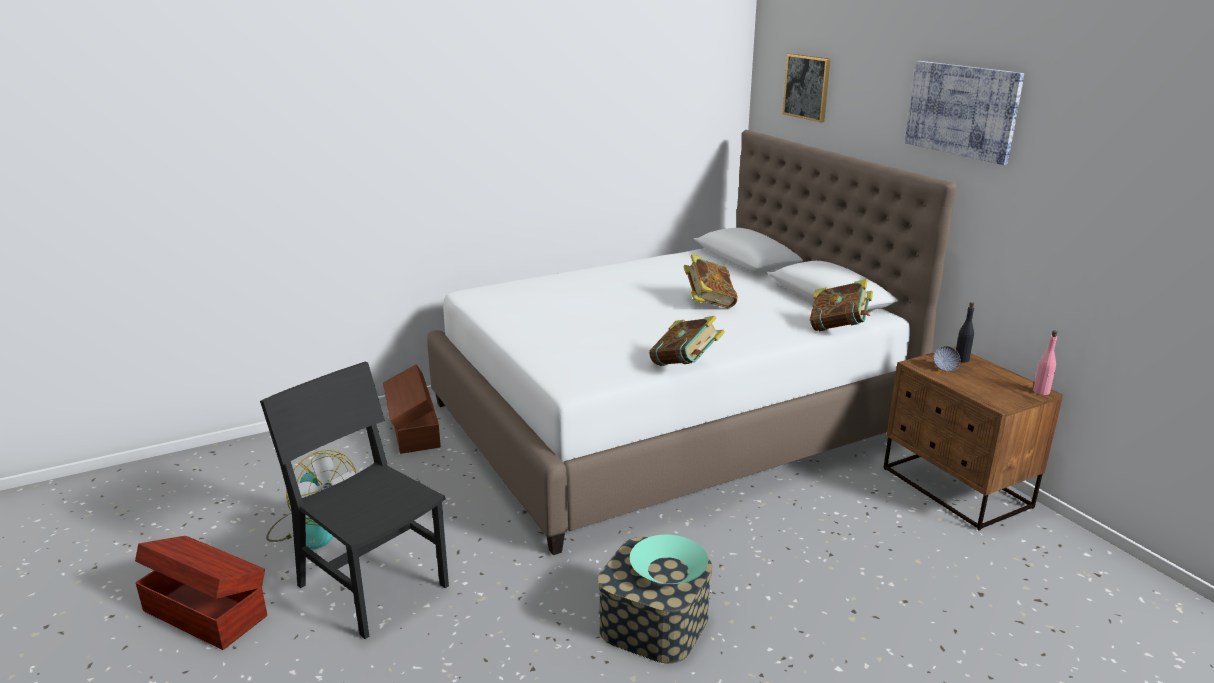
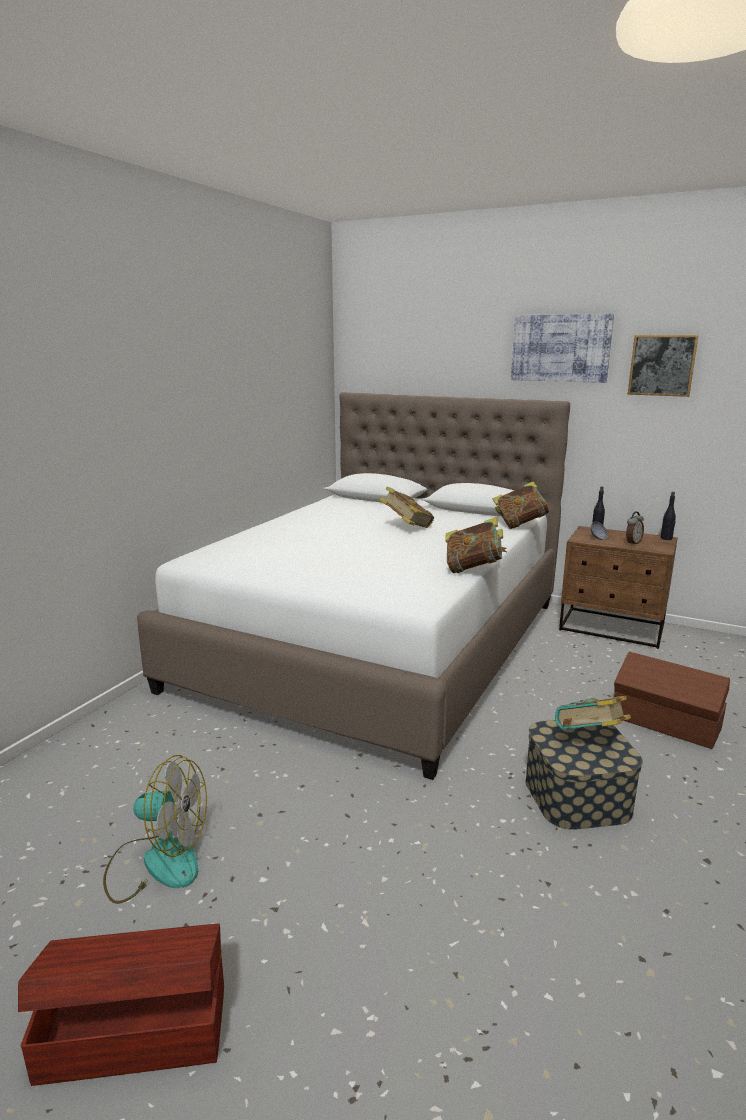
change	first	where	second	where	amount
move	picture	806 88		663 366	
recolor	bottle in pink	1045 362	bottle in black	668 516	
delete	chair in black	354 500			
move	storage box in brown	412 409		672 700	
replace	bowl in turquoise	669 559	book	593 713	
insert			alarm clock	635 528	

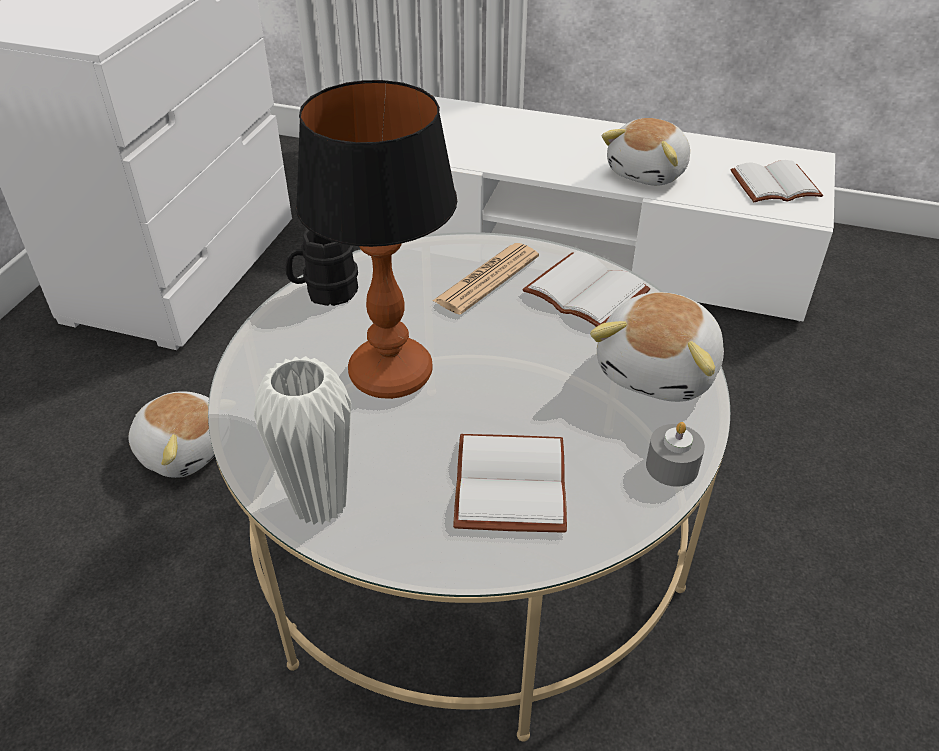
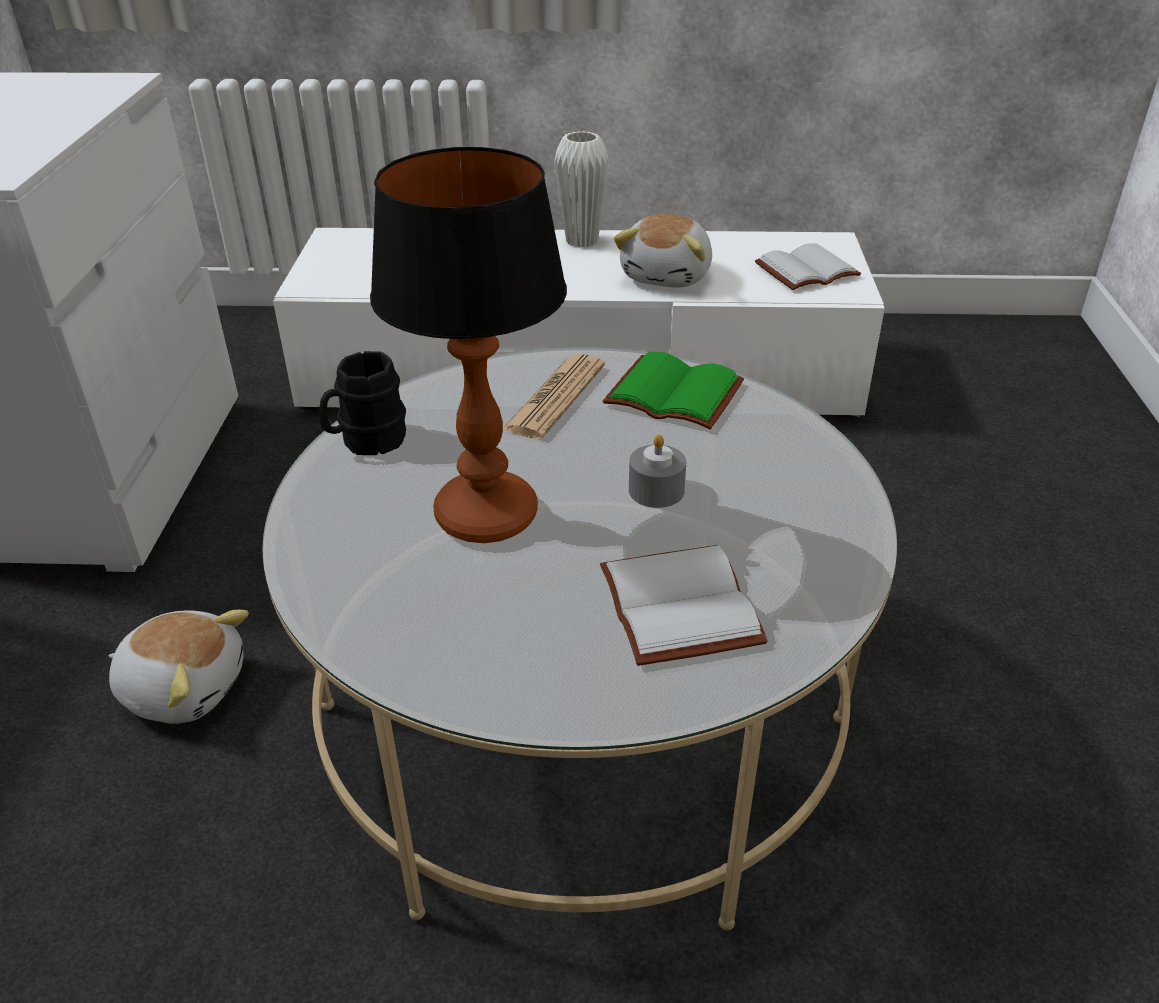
change	first	where	second	where	amount
recolor	book in white	586 289	book in green	673 390	
delete	plush toy	657 347			
move	vase in white	302 440		581 189	
move	candle in grey	675 454		657 471	

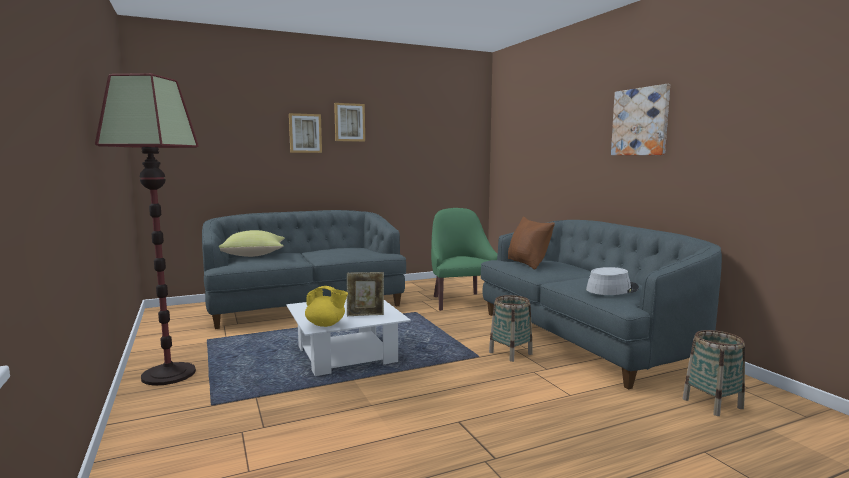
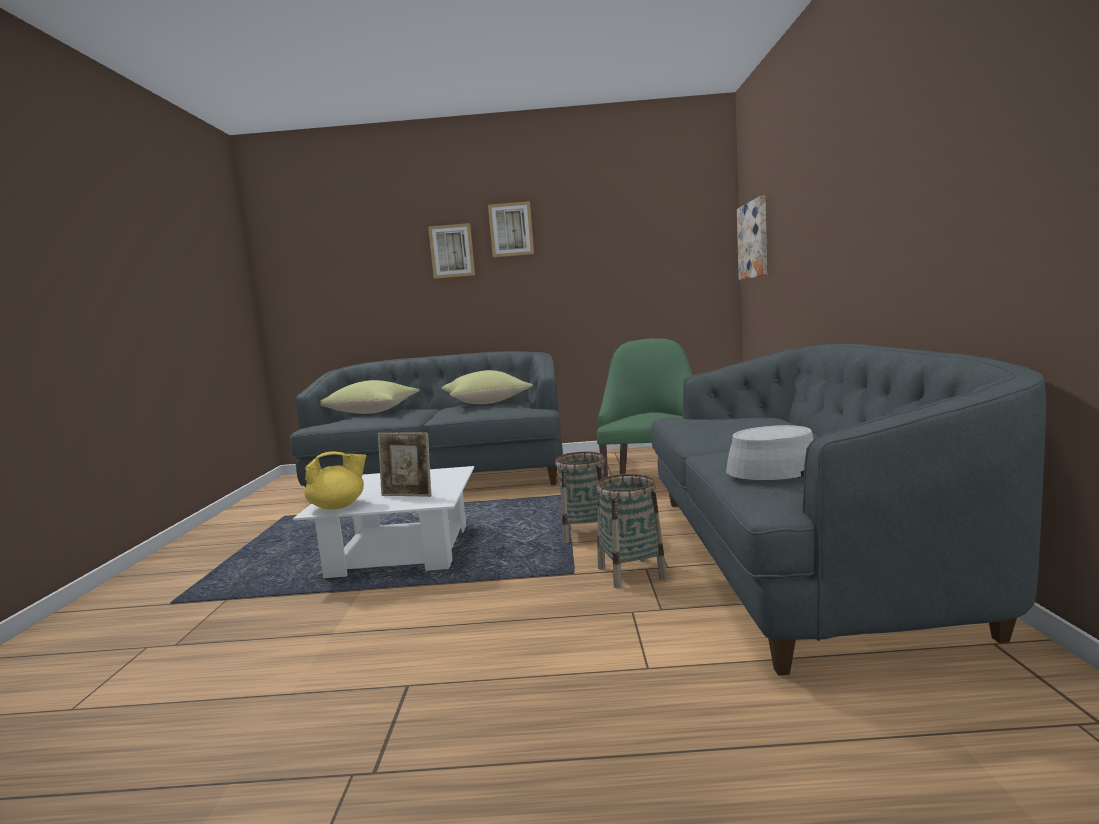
change	first	where	second	where	amount
delete	floor lamp	147 229			
move	picture	640 119		752 238	
delete	pillow in brown	531 243			
rotate	teapot in yellow	326 306		335 481	60 degrees counterclockwise
move	basket	714 373		580 497	
insert			pillow in yellow	487 387	

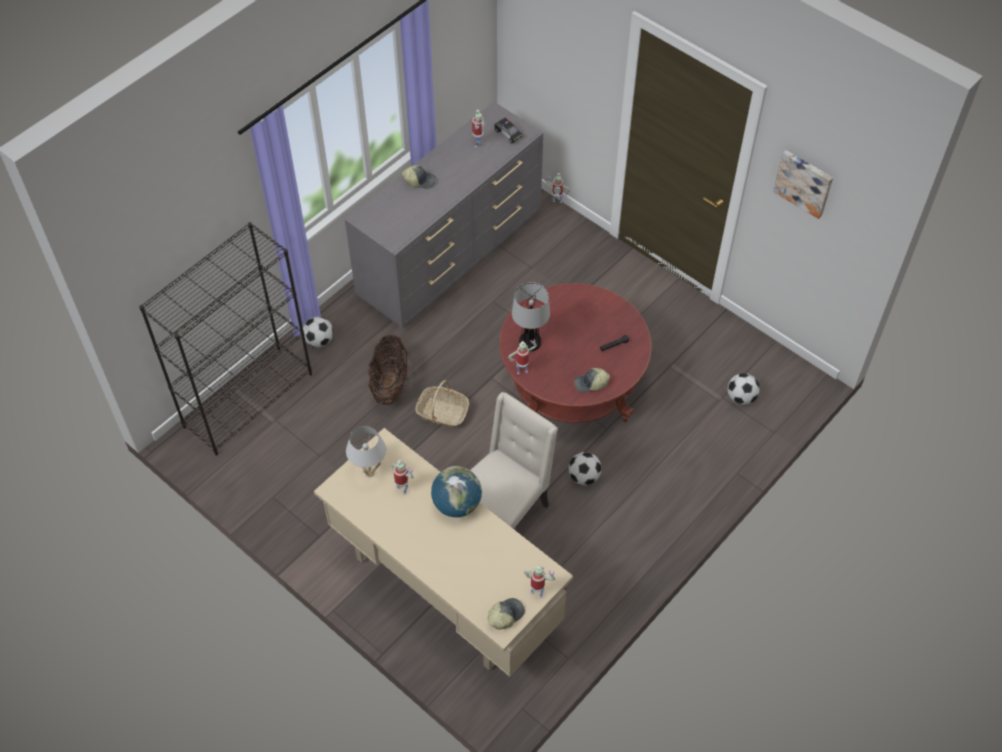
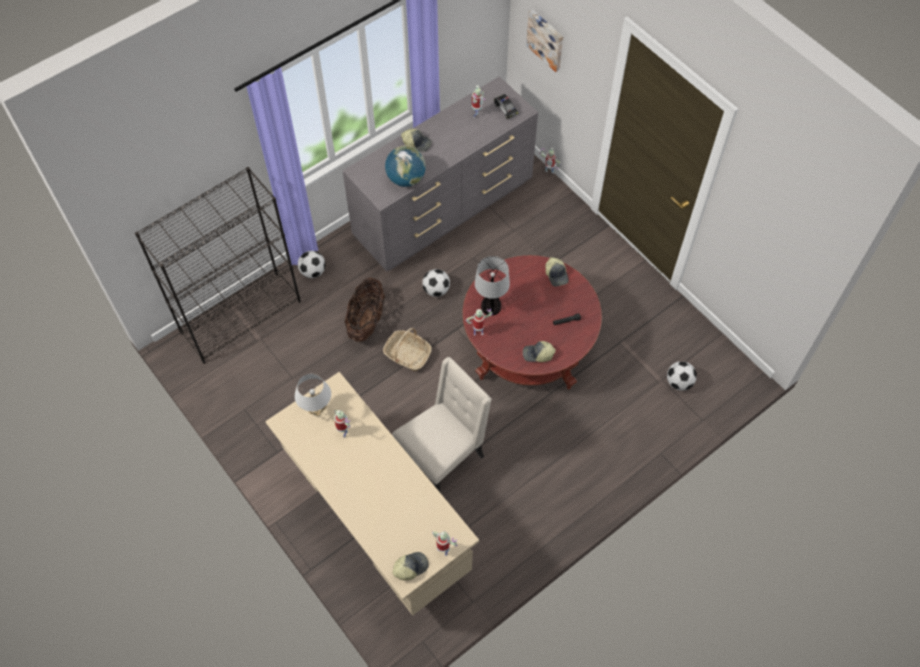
change	first	where	second	where	amount
move	picture	803 184		544 40	
move	football	585 468		436 283	
move	globe	456 491		405 166	
insert			cap	557 272	

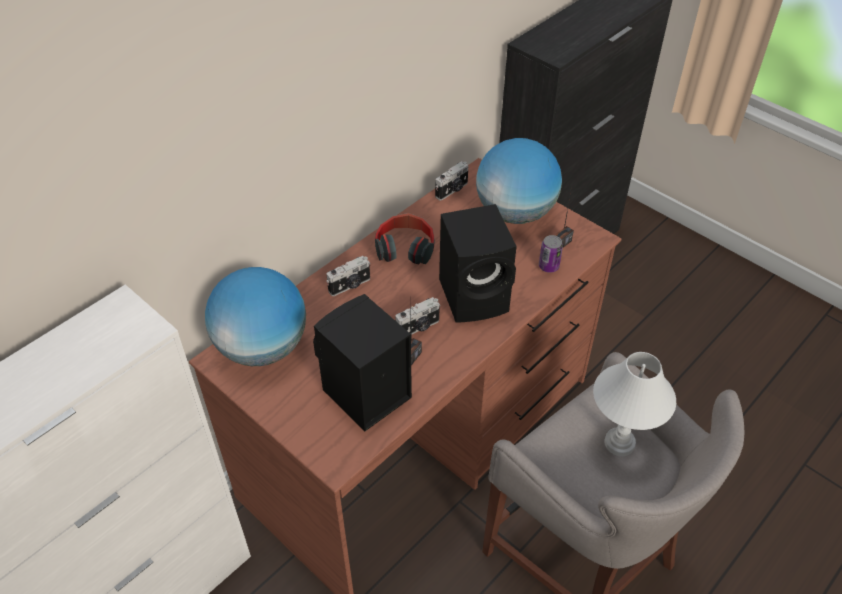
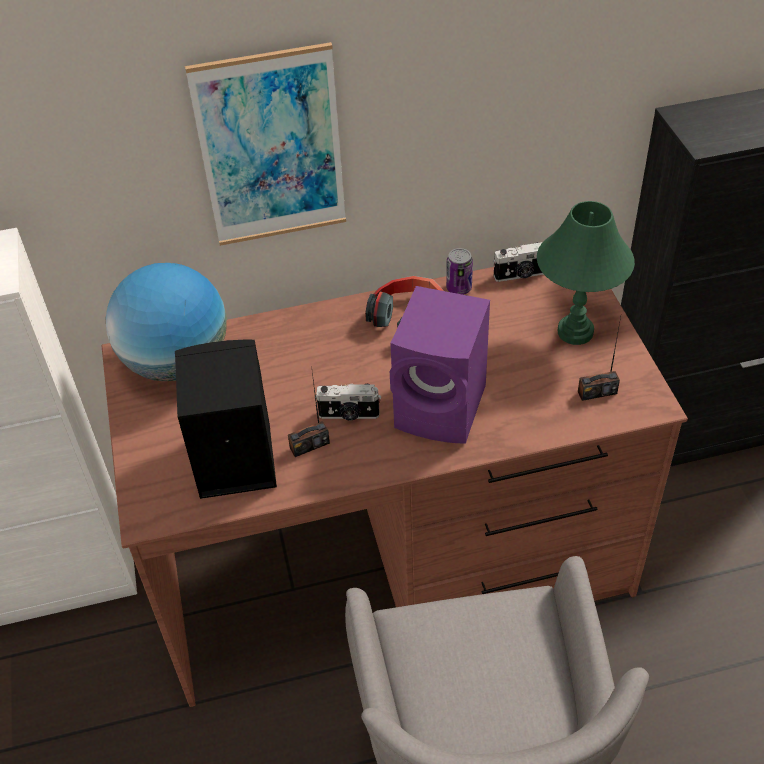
change	first	where	second	where	amount
replace	globe	519 181	table lamp in green	586 273	
recolor	speaker in black	478 263	speaker in purple	440 365	
move	can	551 254		459 271	
delete	photo camera	348 276			
delete	table lamp in white	634 404			
insert			picture	265 144	

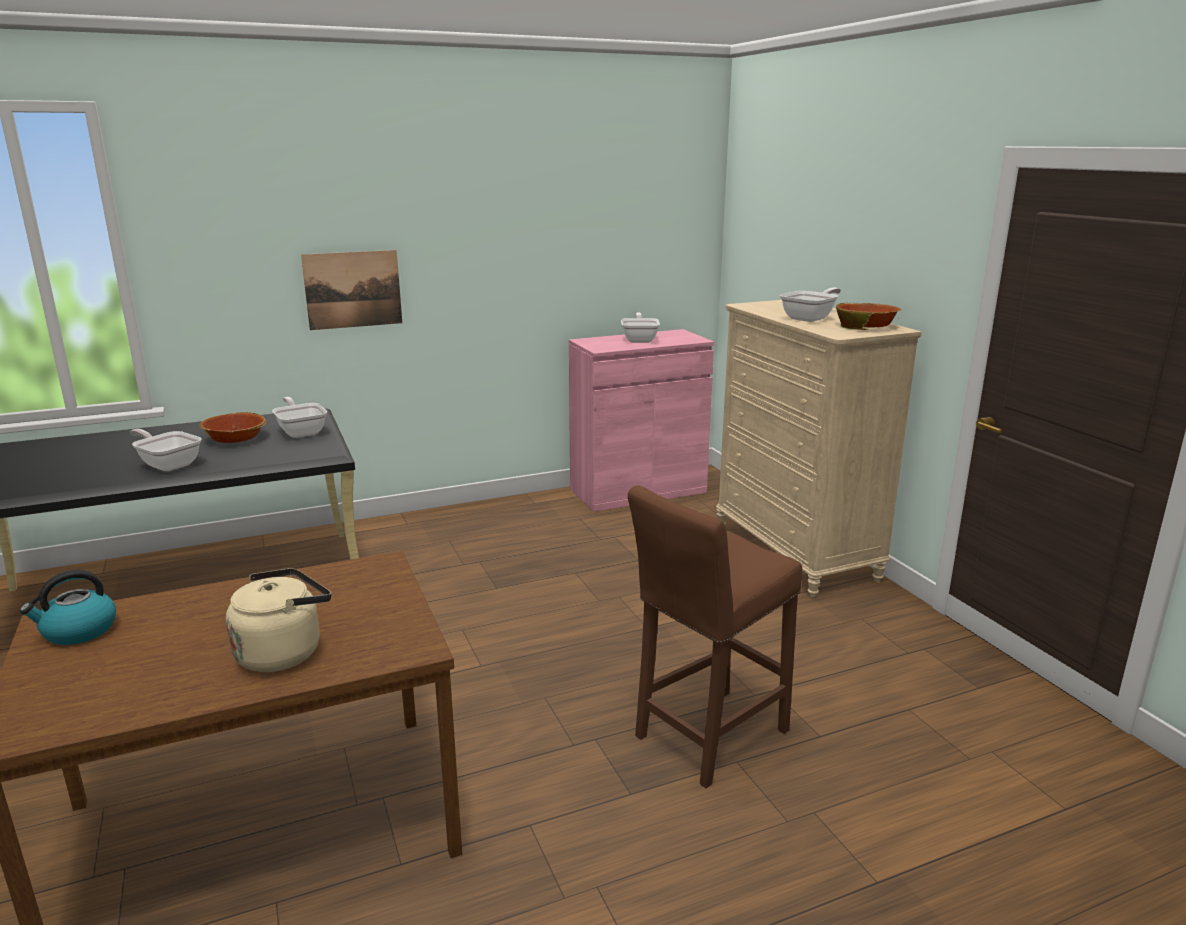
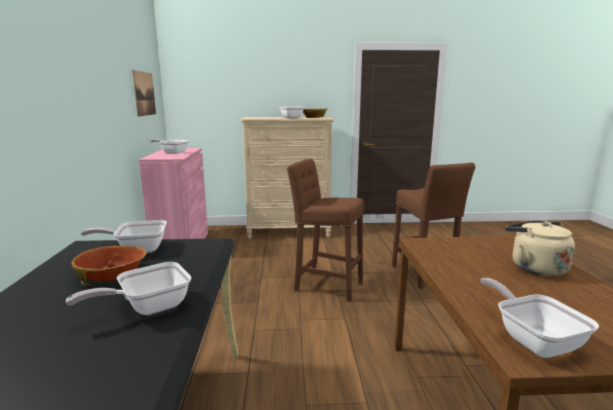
change	first	where	second	where	amount
move	picture	351 290		144 93	
replace	kettle	68 607	frying pan	539 318	
insert			stool in brown	325 230	

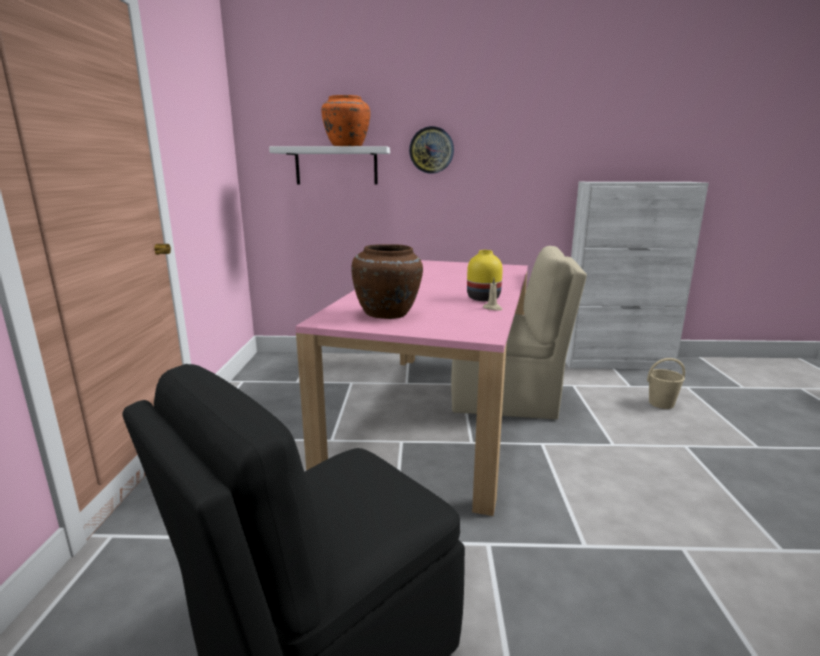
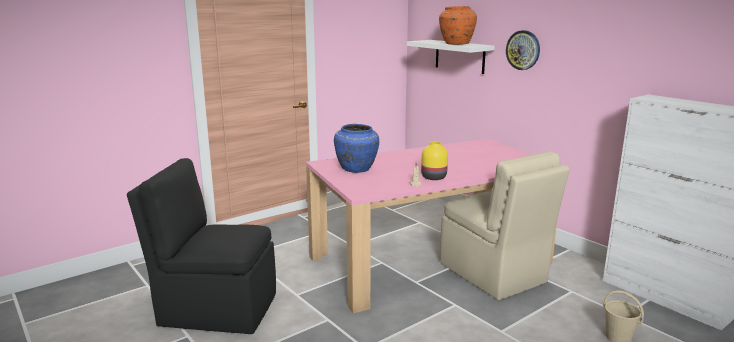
change	first	where	second	where	amount
recolor	vase in brown	387 281	vase in blue	356 148	

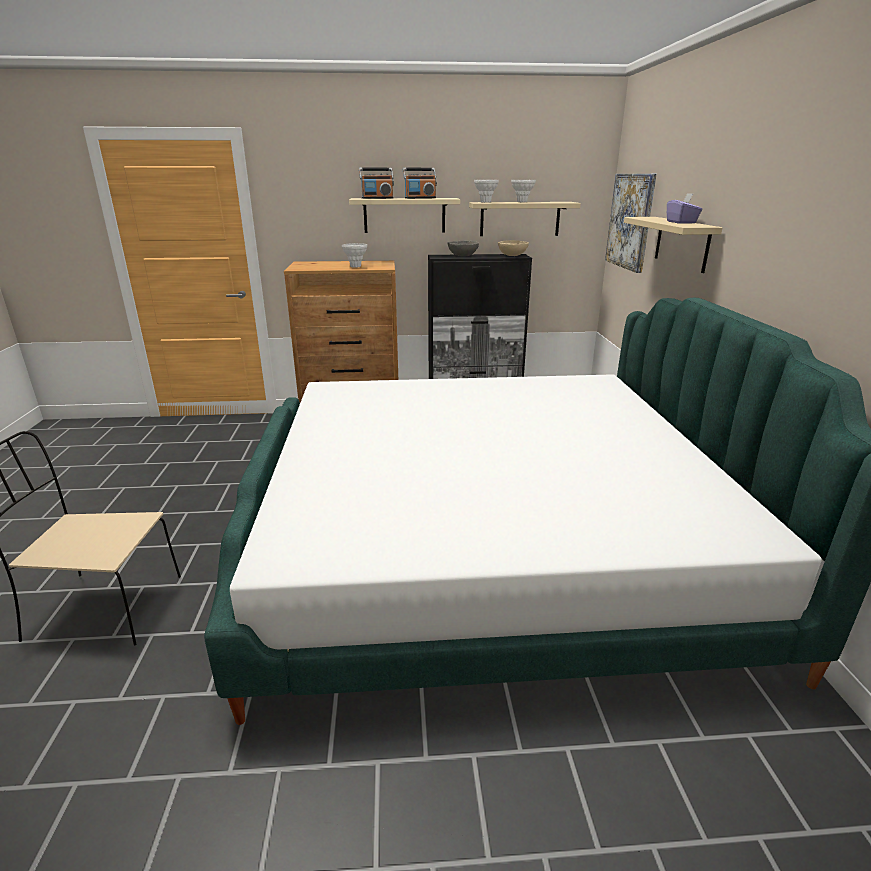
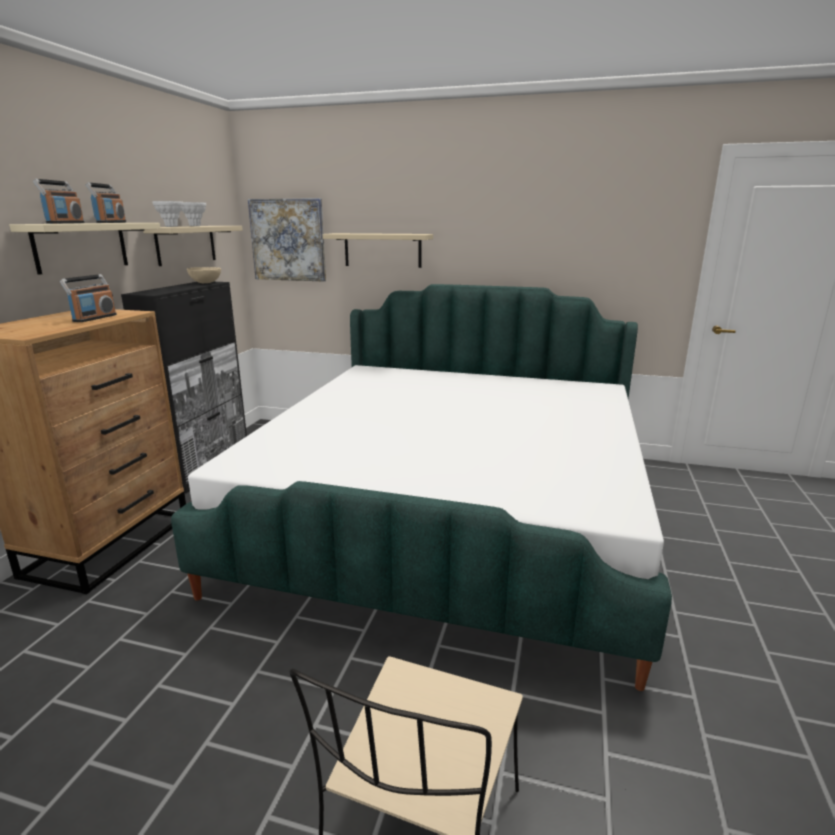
change	first	where	second	where	amount
delete	tissue box in purple	684 208			
delete	bowl in grey	463 249			
replace	vase in white	354 255	radio	88 298	

